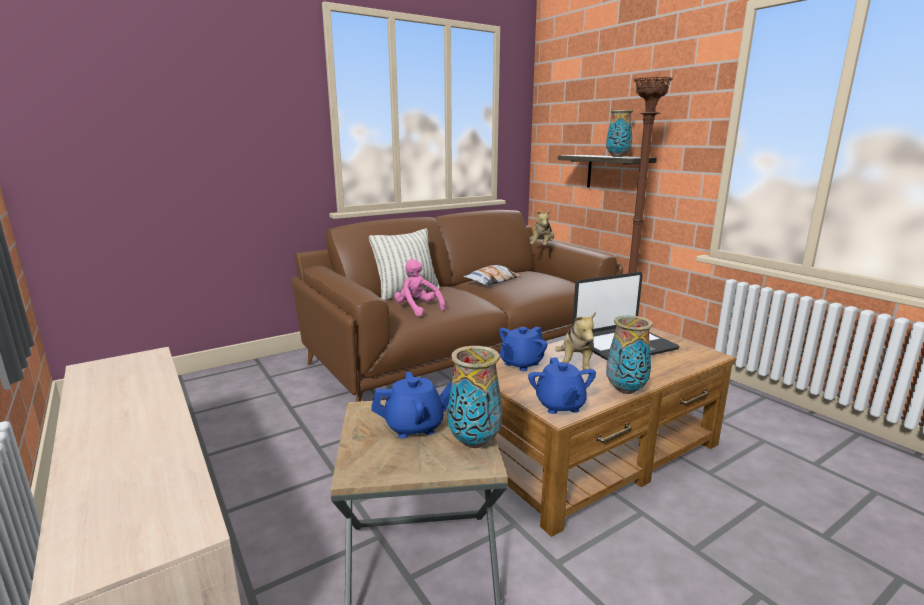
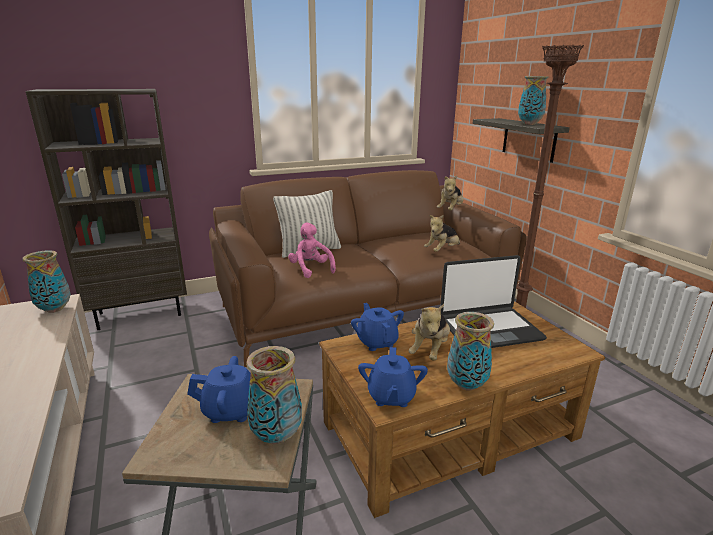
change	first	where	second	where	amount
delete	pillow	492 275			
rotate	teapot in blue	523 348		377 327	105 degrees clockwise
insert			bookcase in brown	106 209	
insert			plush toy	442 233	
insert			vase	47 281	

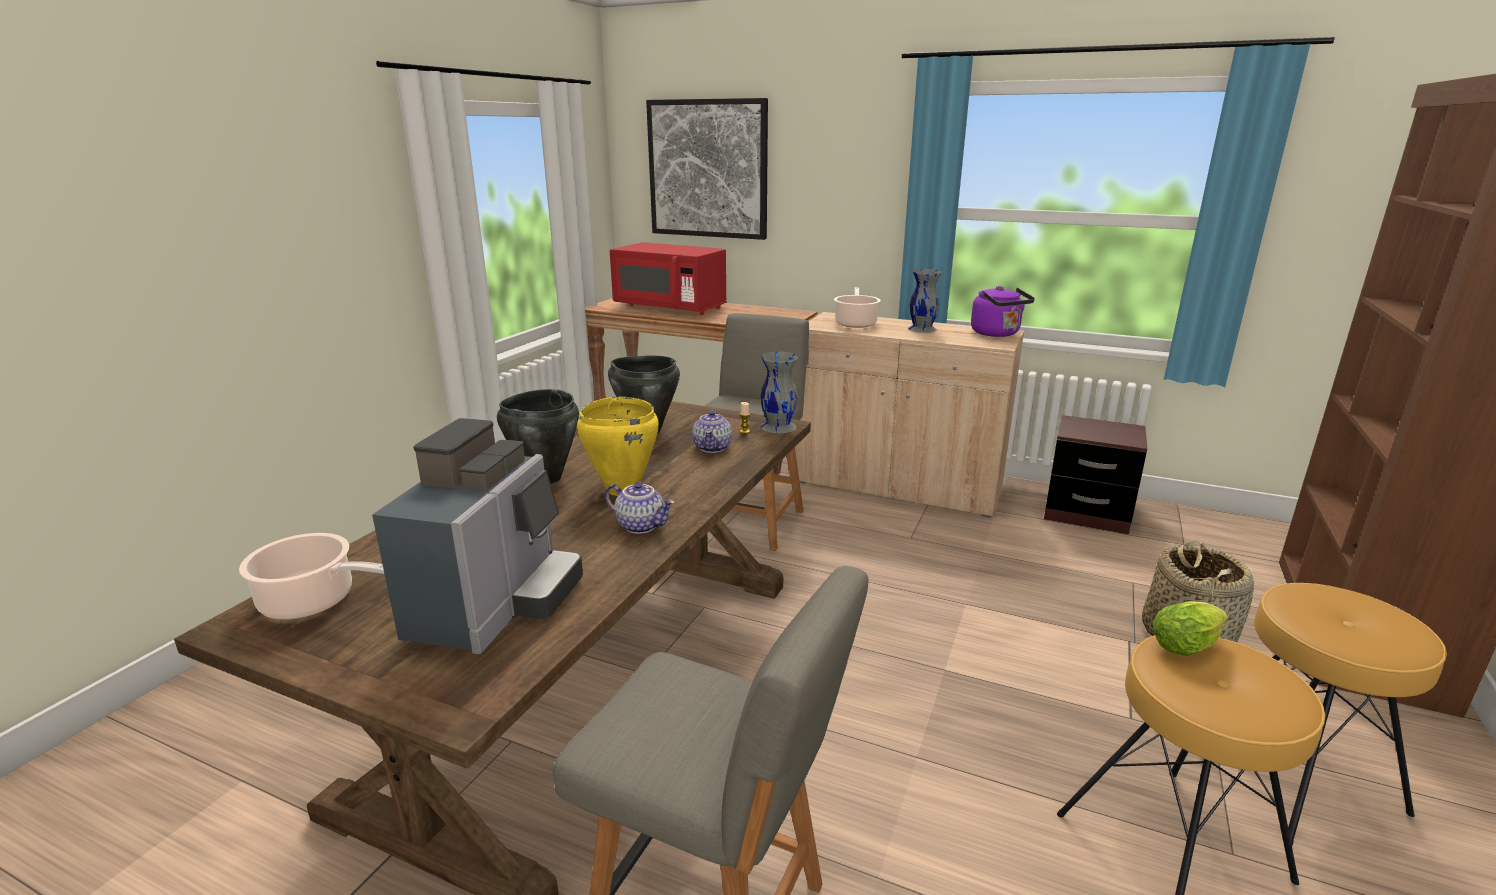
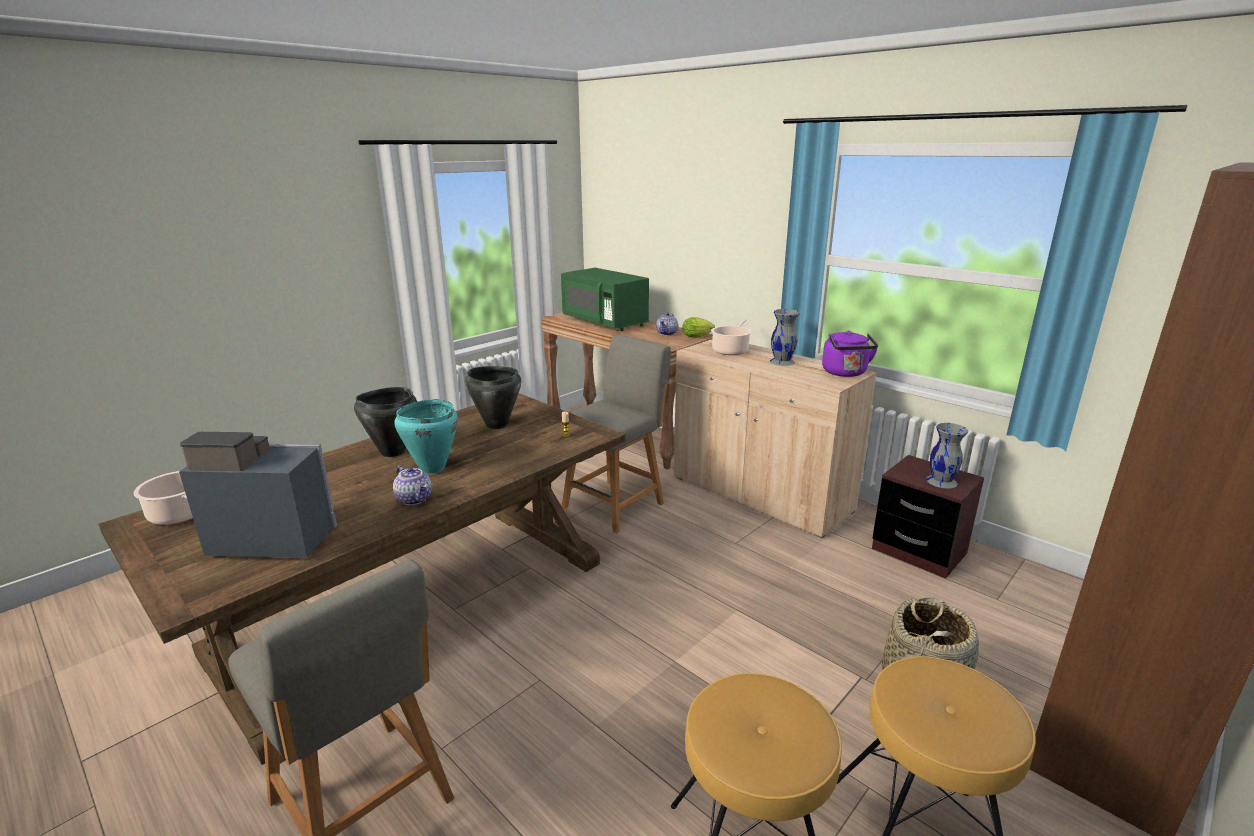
change	first	where	second	where	amount
delete	picture	707 169			
recolor	microwave in red	668 278	microwave in green	605 299	
move	vase in grey	779 392		947 455	
recolor	cooking pot in yellow	618 446	cooking pot in turquoise	426 436	
move	teapot	712 431		667 324	
rotate	coffee machine	477 536		258 495	120 degrees counterclockwise
move	lettuce	1190 628		699 327	

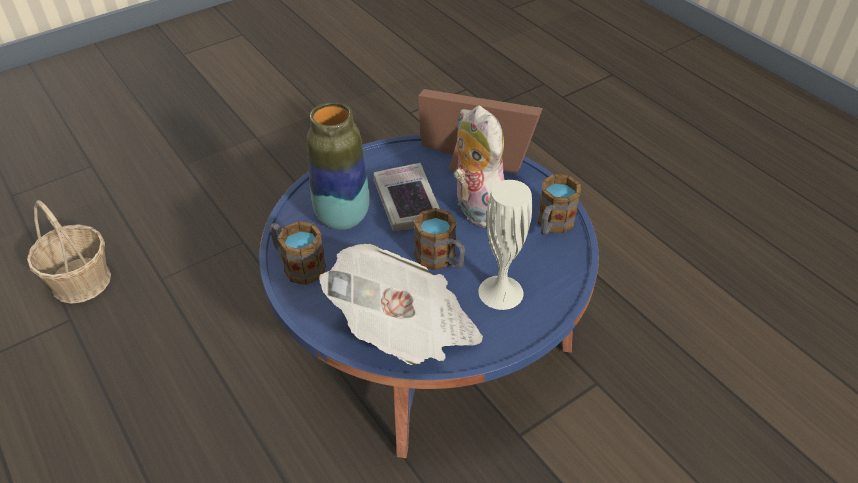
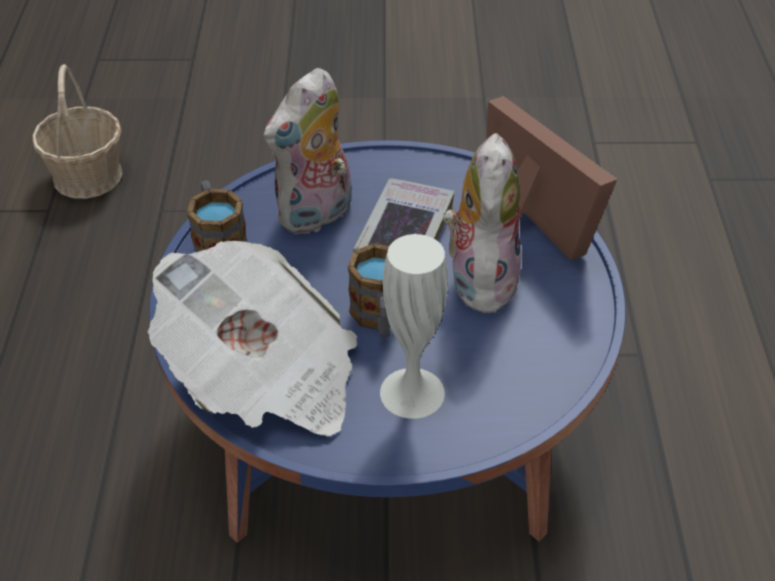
change	first	where	second	where	amount
replace	vase	337 166	plush toy	307 151	
delete	mug	559 204			

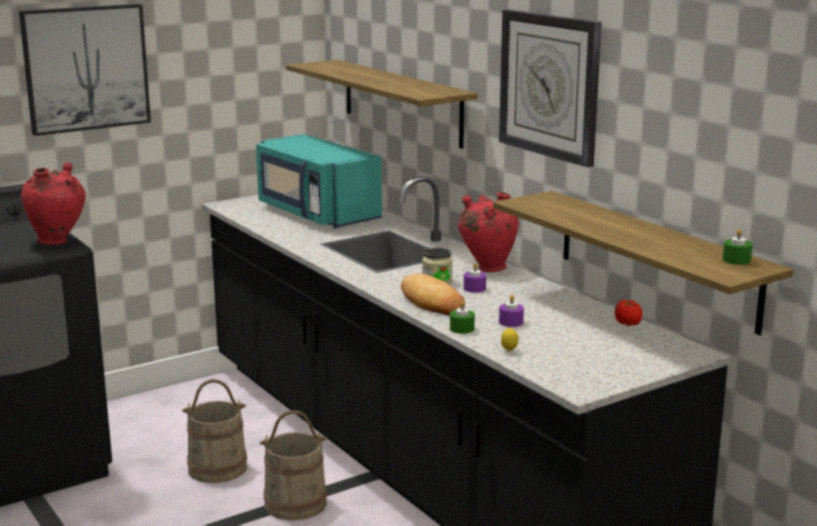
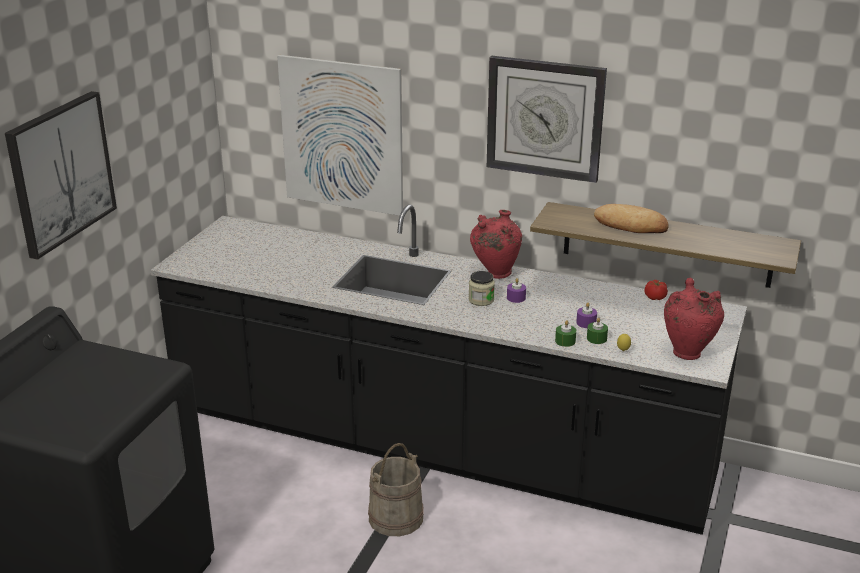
change	first	where	second	where	amount
replace	shelf	382 104	picture	340 135	
delete	microwave in turquoise	319 181			
move	vase in red	53 203		694 319	
move	candle in green	738 247		597 331	
move	bread	433 294		631 218	
delete	bucket in beige	214 431			

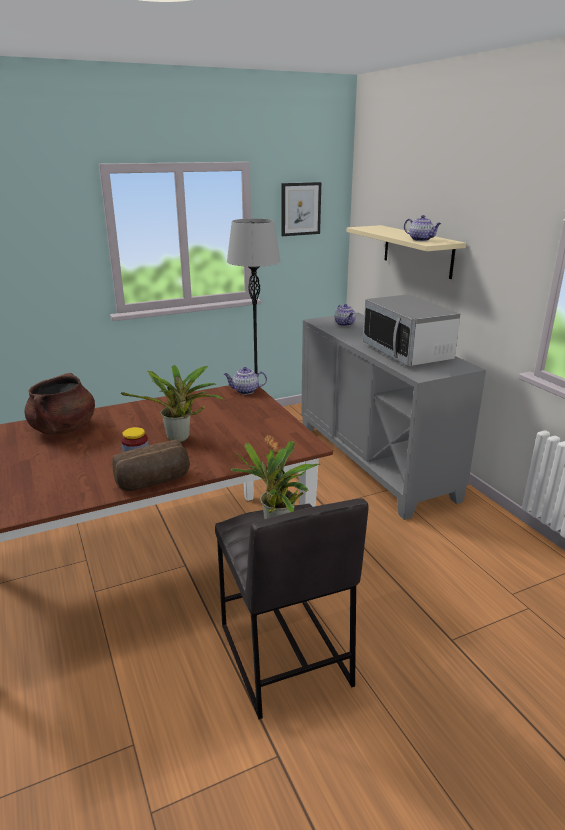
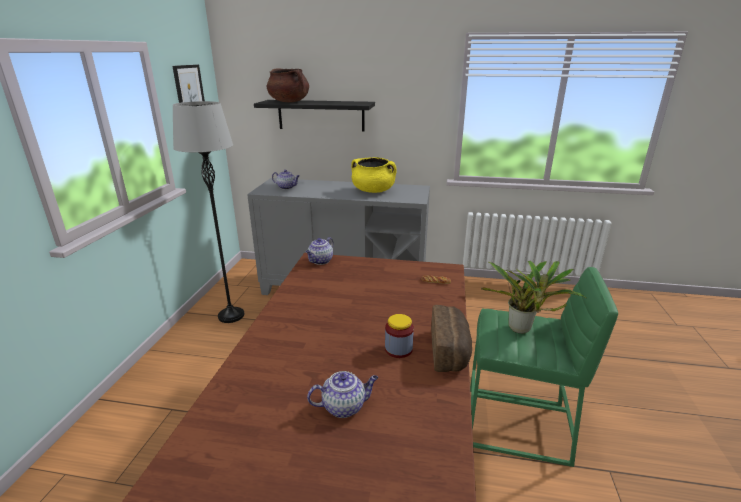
change	first	where	second	where	amount
move	teapot	422 228		342 394	
recolor	shelf in beige	406 252	shelf in black	314 115	
replace	microwave	411 330	cooking pot in yellow	374 175	
delete	potted plant	173 403			
move	cooking pot in brown	60 403		288 85	
recolor	stool in grey	291 608	stool in green	544 367	

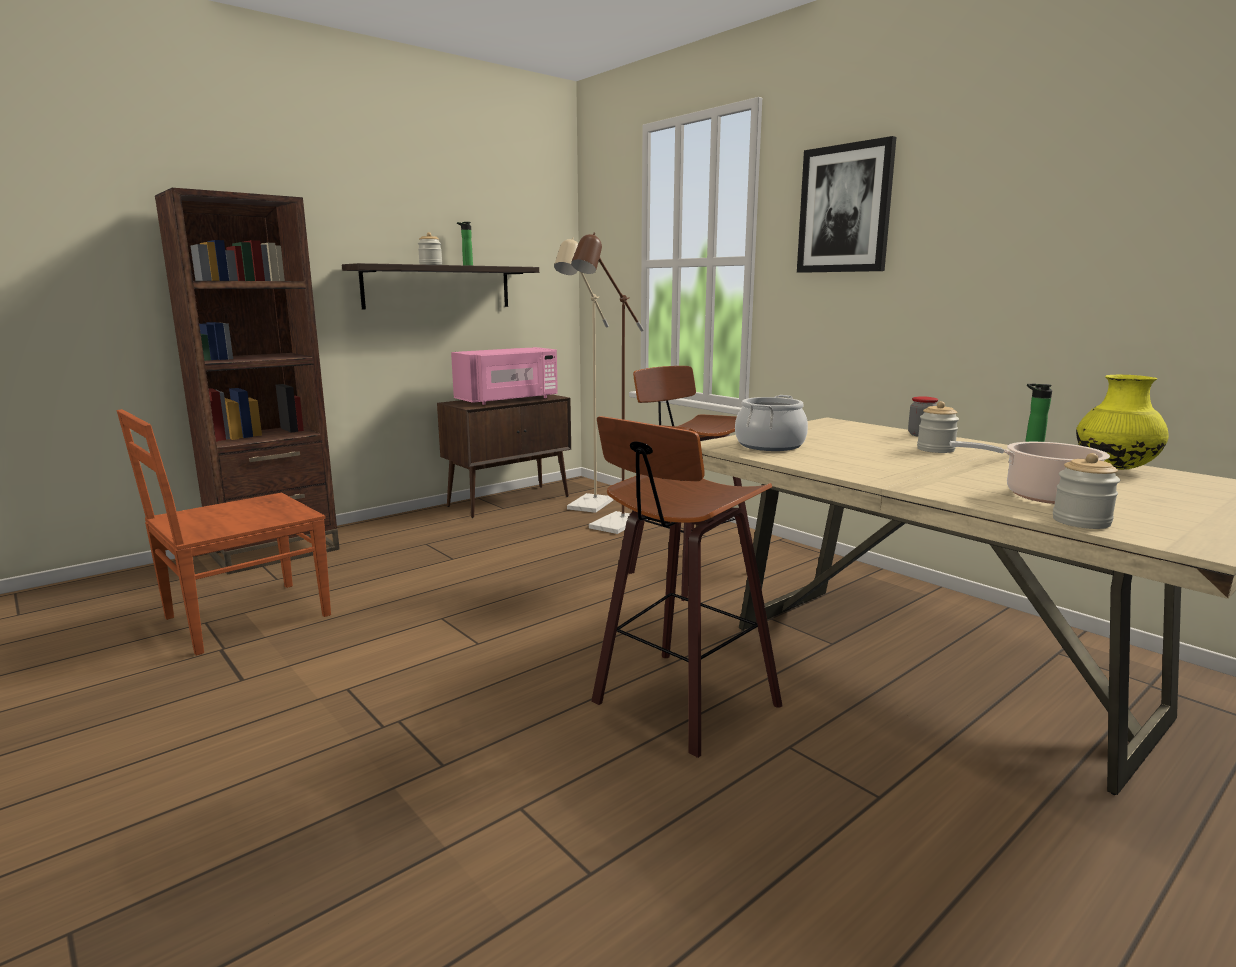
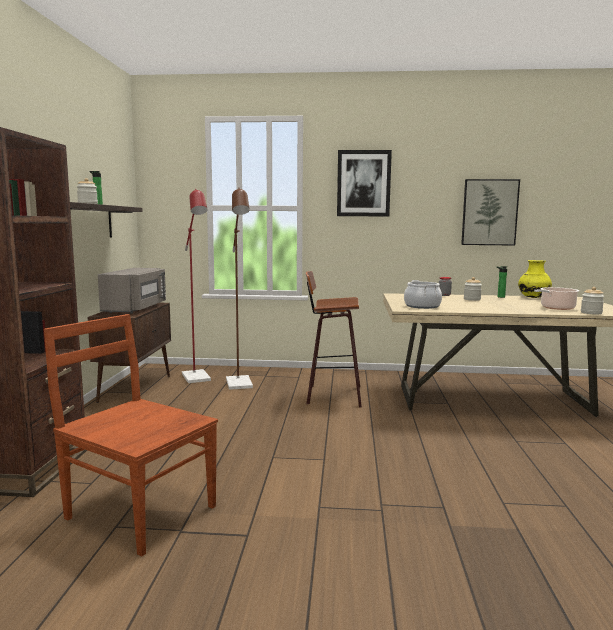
change	first	where	second	where	amount
recolor	floor lamp in beige	584 375	floor lamp in red	196 286	
recolor	microwave in pink	504 376	microwave in grey	132 291	
rotate	chair in brown	224 532		131 435	120 degrees clockwise
delete	stool	686 587			
insert			picture	490 212	

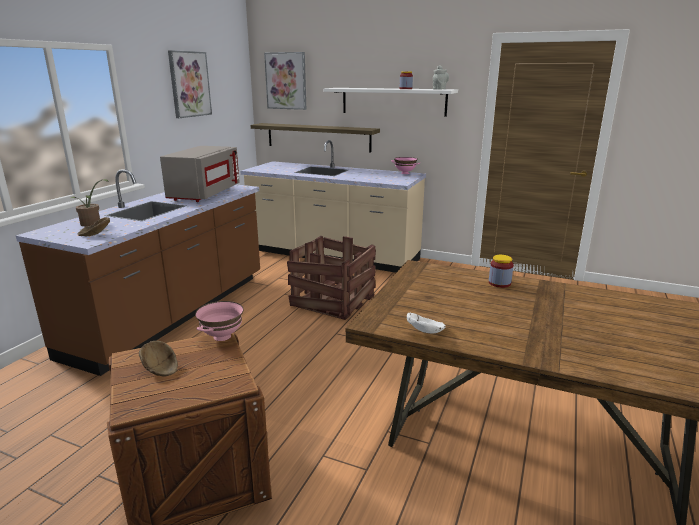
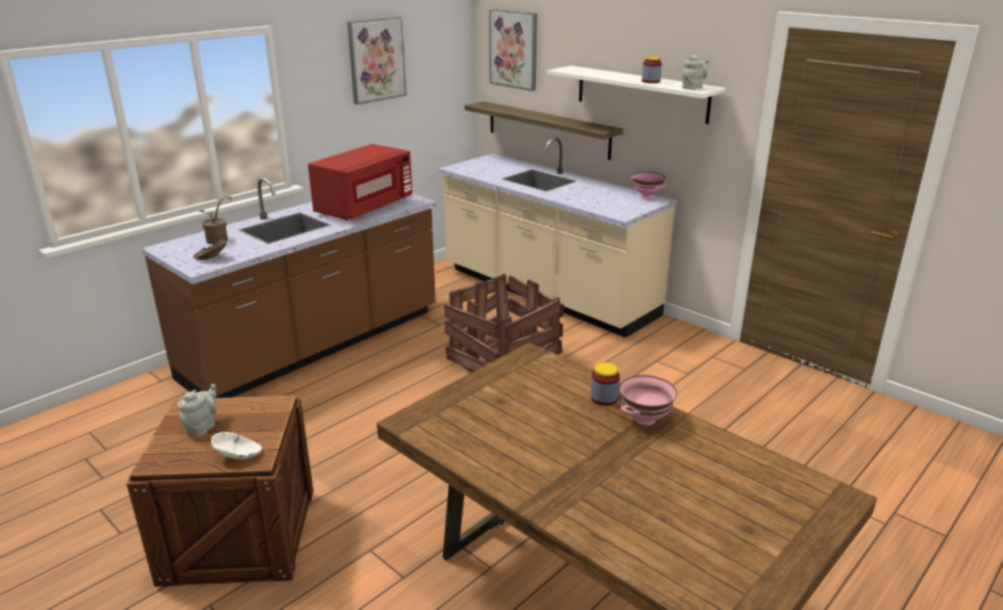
change	first	where	second	where	amount
recolor	microwave in grey	200 174	microwave in red	360 182	
move	bowl in pink	219 321		648 400	
move	bowl in white	426 323		236 445	
replace	bowl in brown	158 358	teapot in grey	197 410	

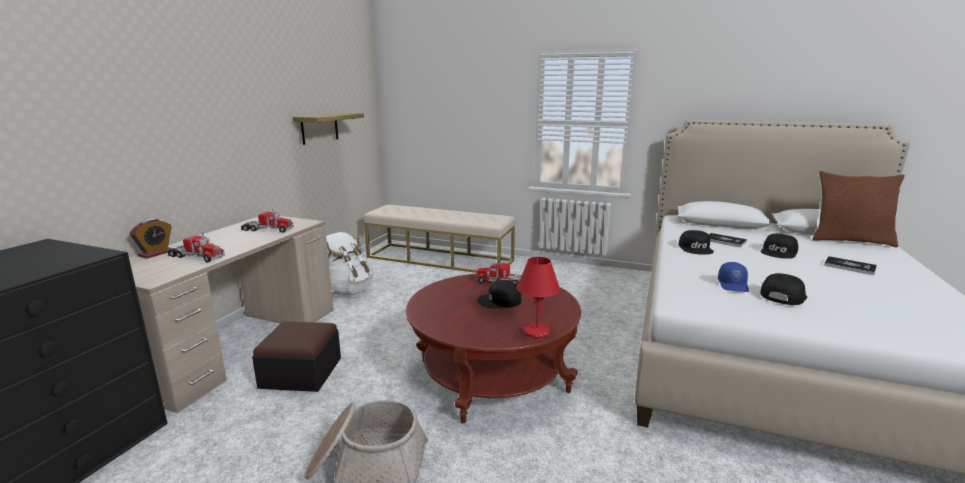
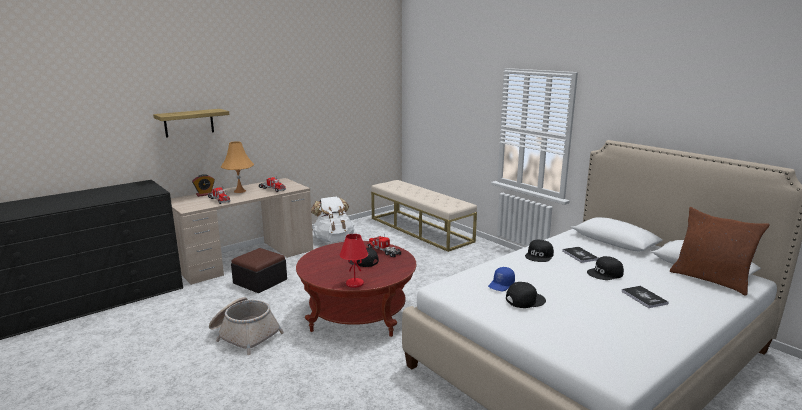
change	first	where	second	where	amount
move	shelf	328 129		191 123	
insert			table lamp in orange	237 167	

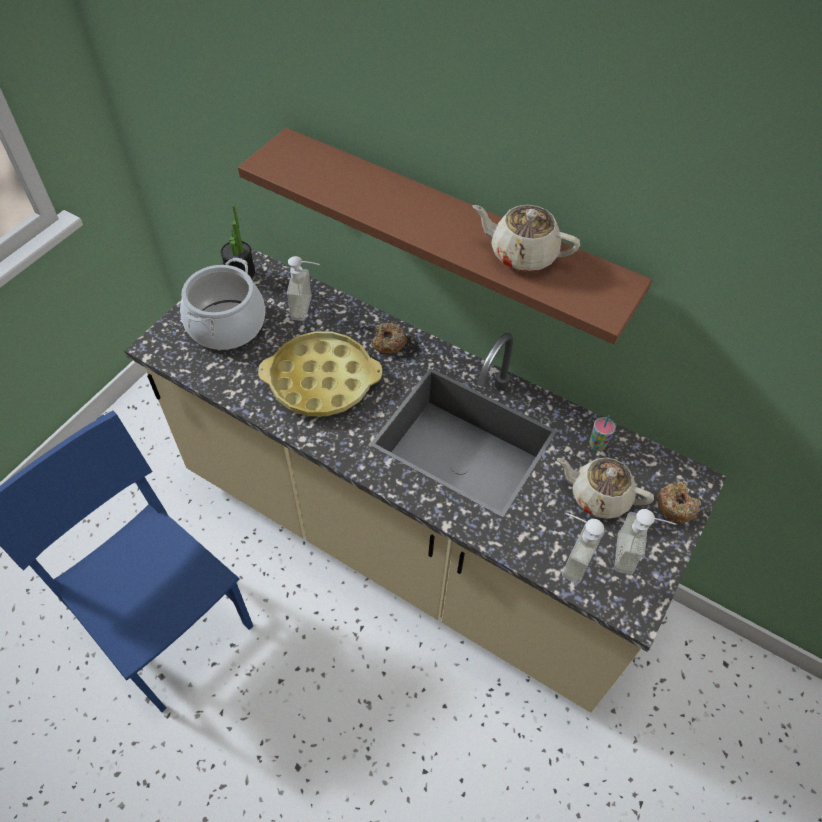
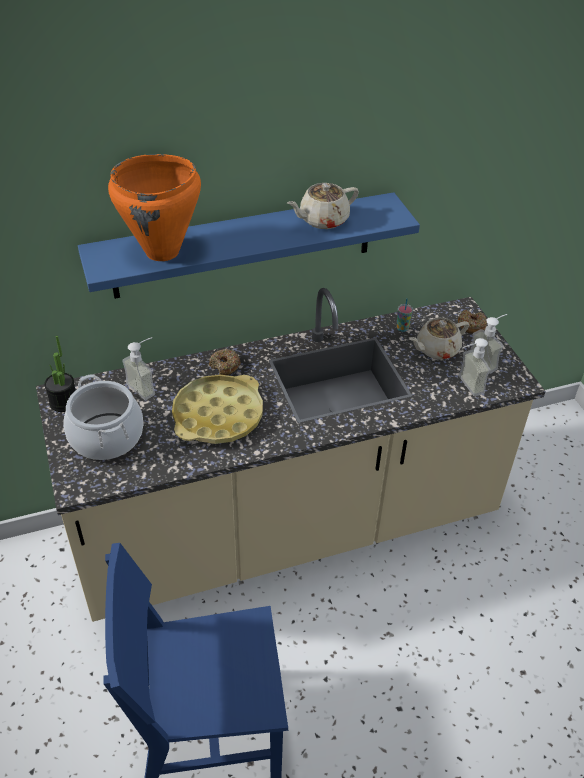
change	first	where	second	where	amount
recolor	shelf in brown	445 236	shelf in blue	249 245	
insert			cooking pot in orange	154 207	

